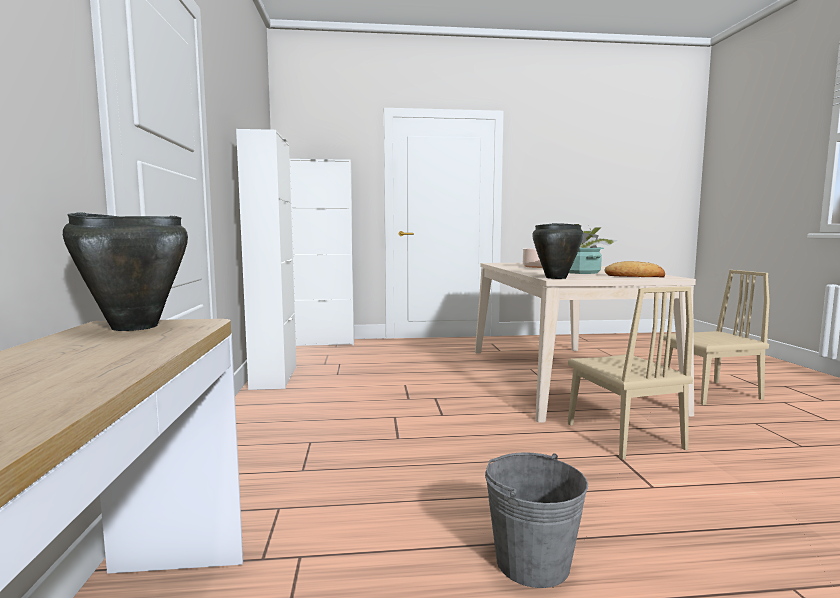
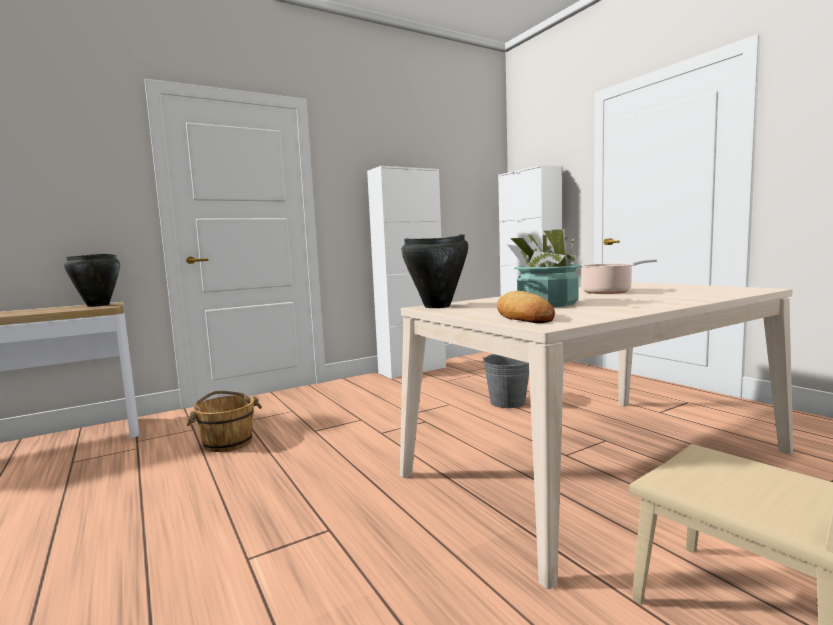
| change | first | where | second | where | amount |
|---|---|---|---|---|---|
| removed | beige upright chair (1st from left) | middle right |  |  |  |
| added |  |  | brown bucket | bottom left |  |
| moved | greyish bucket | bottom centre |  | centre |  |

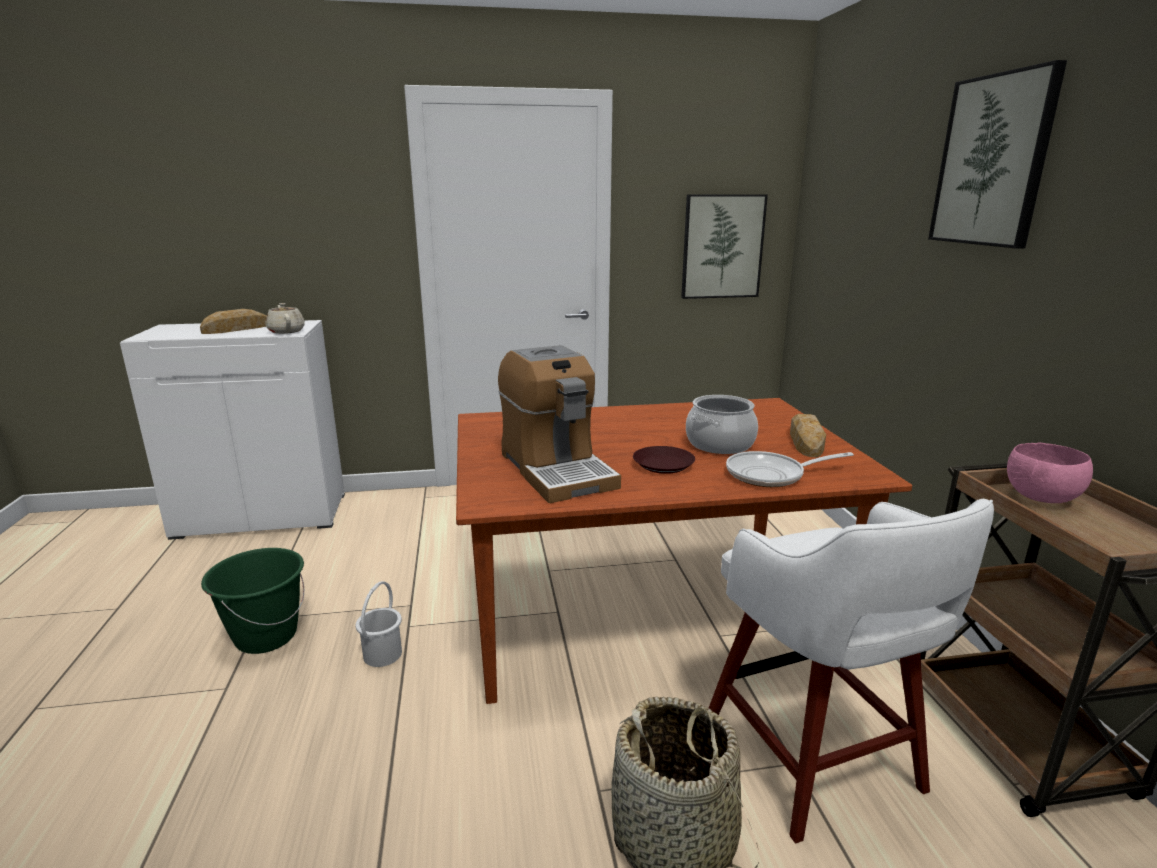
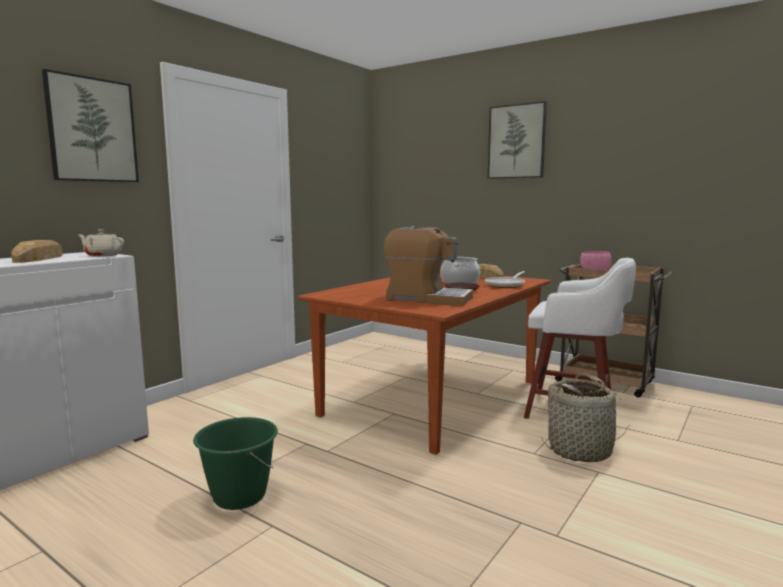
| change | first | where | second | where | amount |
|---|---|---|---|---|---|
| removed | white-coloured bucket | bottom left |  |  |  |
| moved | picture (1st from left) | top centre |  | top left |  |

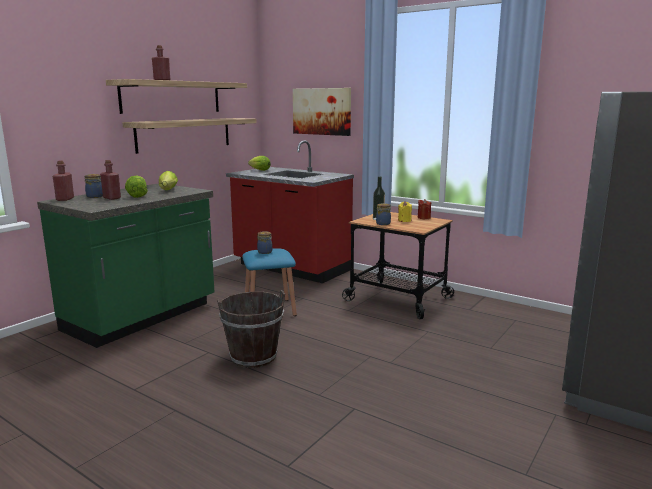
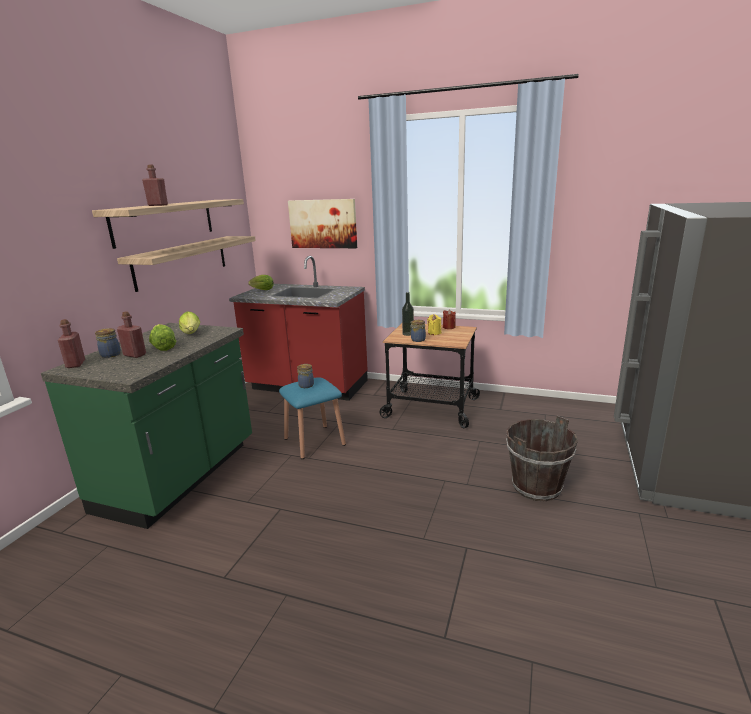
| change | first | where | second | where | amount |
|---|---|---|---|---|---|
| moved | brown bucket | bottom centre |  | middle right |  |

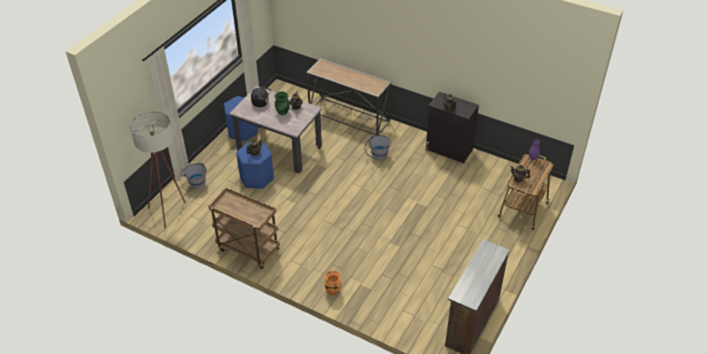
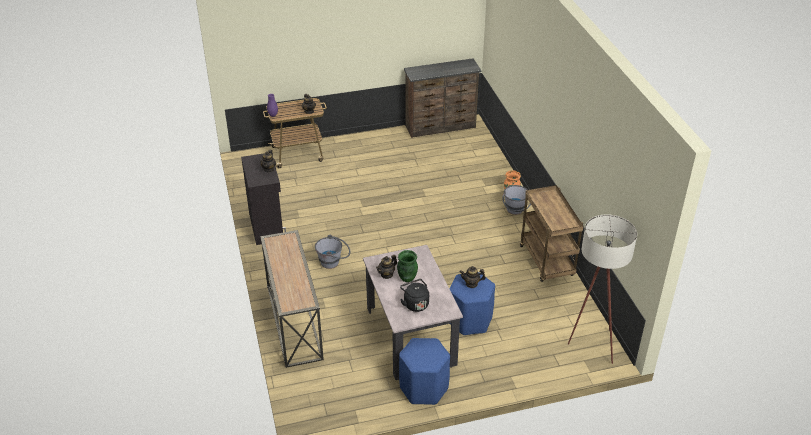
| change | first | where | second | where | amount |
|---|---|---|---|---|---|
| moved | greyish bucket (1st from left in the first image) | middle left | greyish bucket (2nd from left) | centre |  |

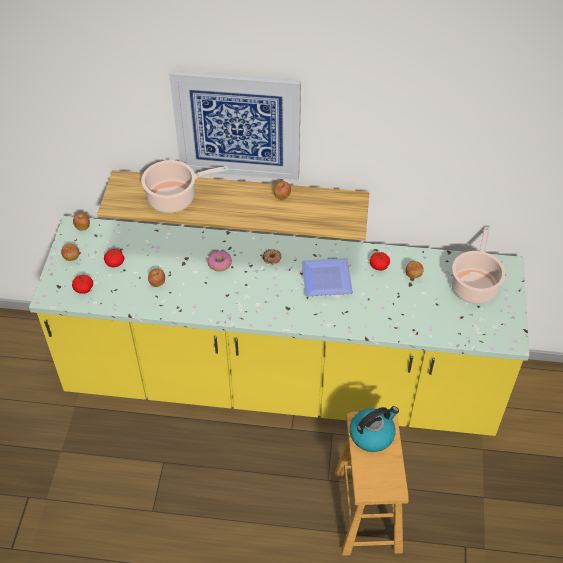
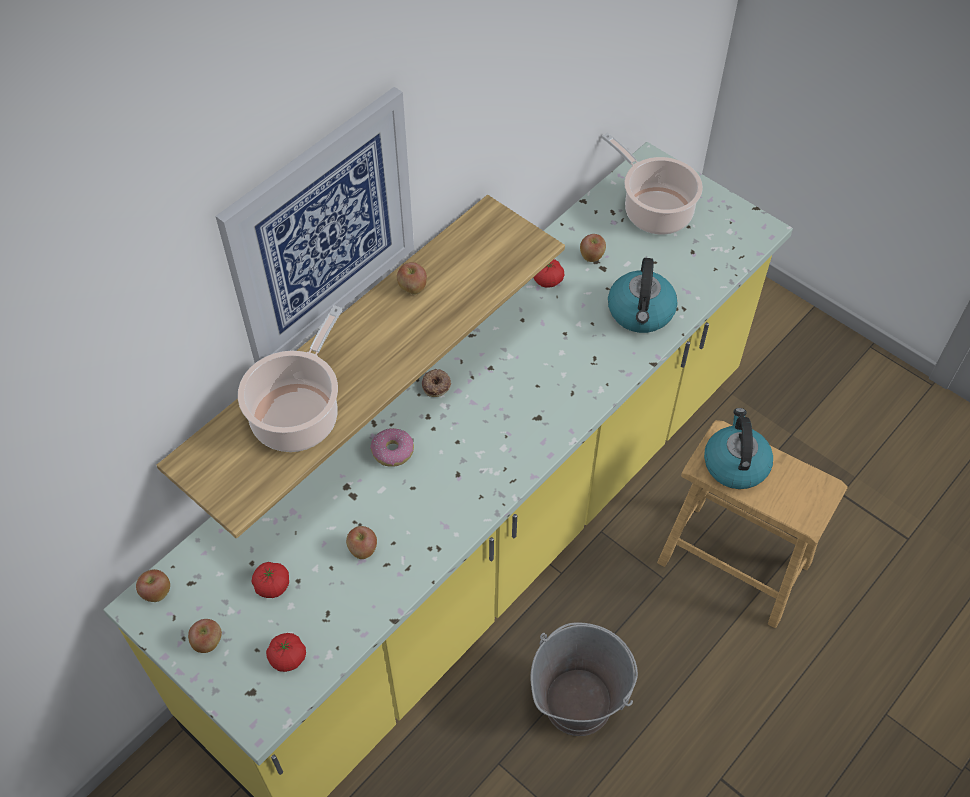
| change | first | where | second | where | amount |
|---|---|---|---|---|---|
| removed | plate | centre |  |  |  |
| added |  |  | greyish bucket | bottom centre |  |
| added |  |  | tea kettle (1st from left) | centre |  |

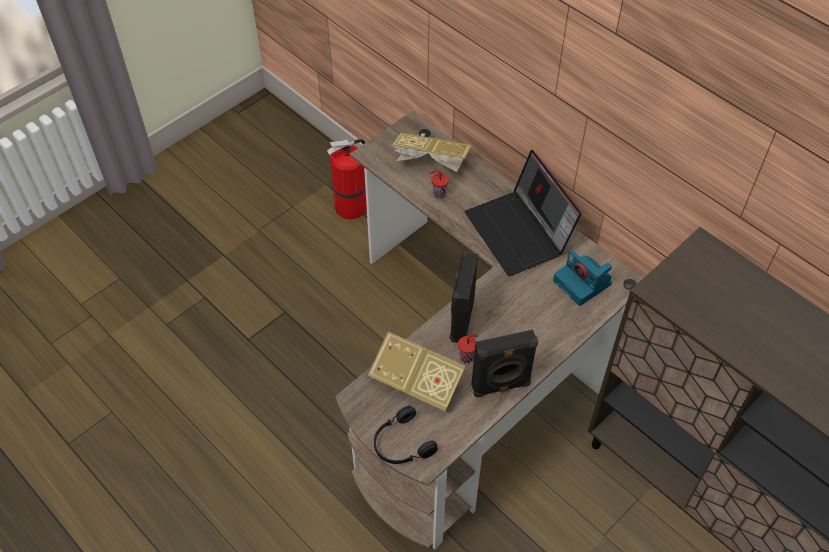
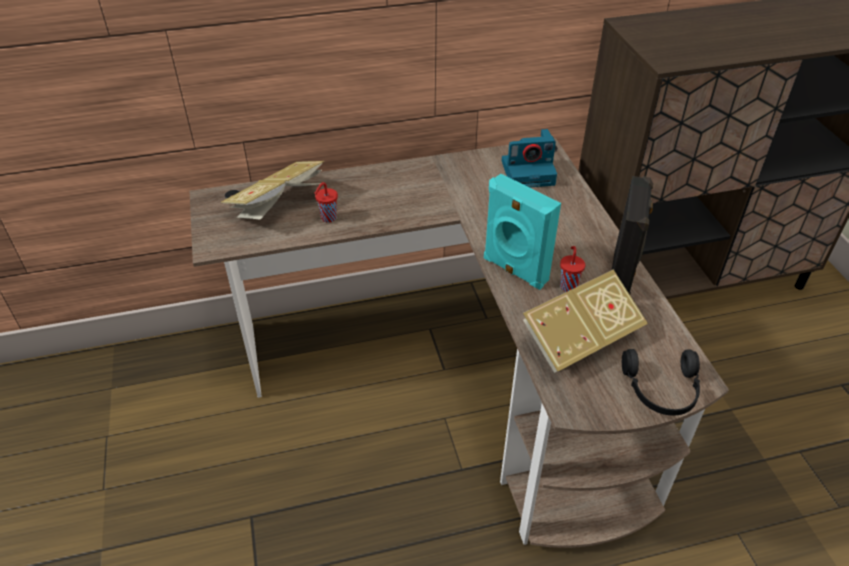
| change | first | where | second | where | amount |
|---|---|---|---|---|---|
| removed | extinguisher | top centre |  |  |  |
| removed | notebook computer | centre |  |  |  |
| recoloured | black speaker (1st from left) | centre | blue-green speaker | centre |  |

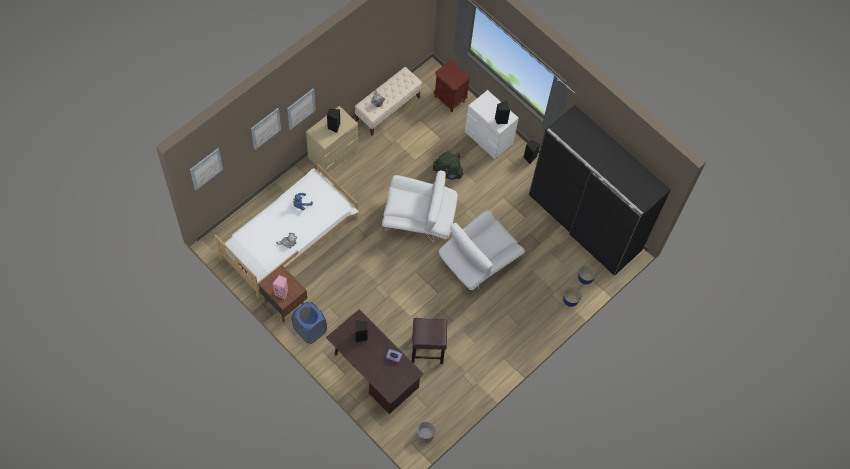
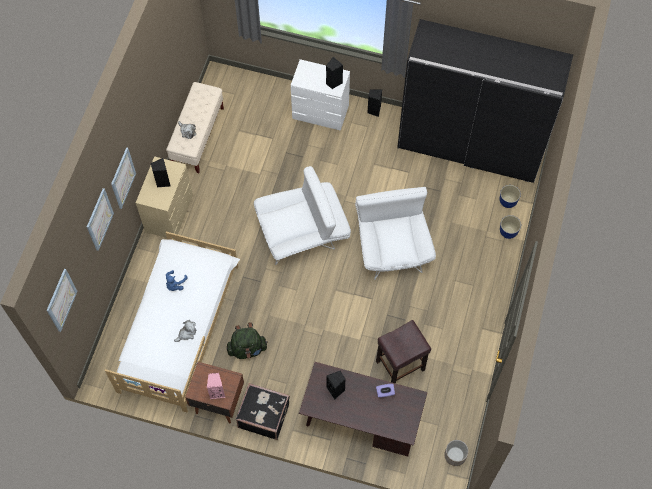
| change | first | where | second | where | amount |
|---|---|---|---|---|---|
| removed | brown night table (2nd from left) | top centre |  |  |  |
| moved | green backpack | centre |  | bottom centre |  |
| replaced | bluish hamper | bottom centre | black suitcase | bottom centre |  |
| turned | white-coloured armchair (2nd from left) | centre |  | centre | 150 degrees clockwise |

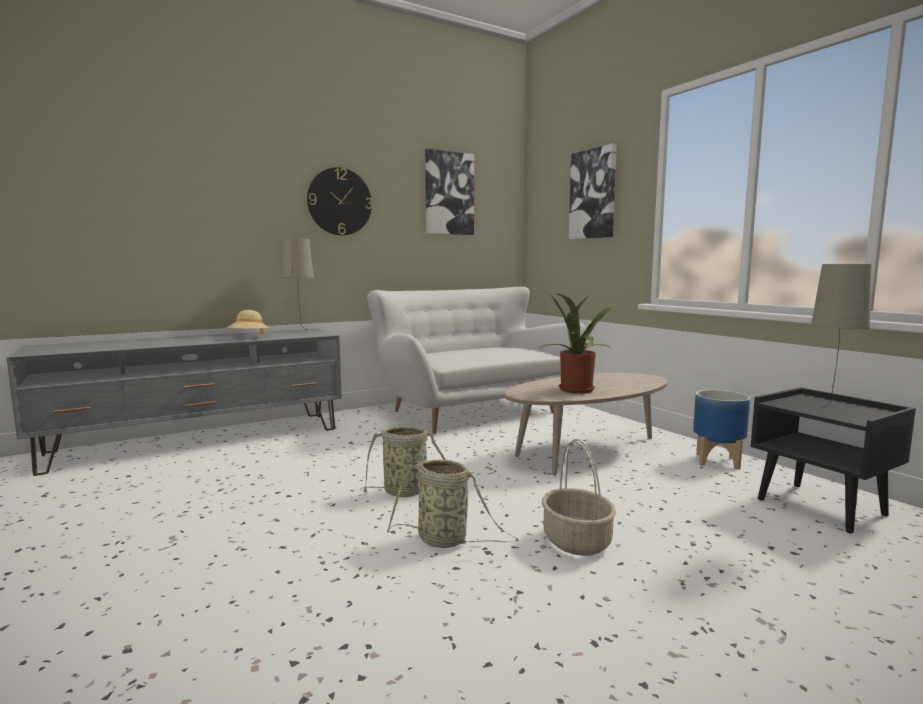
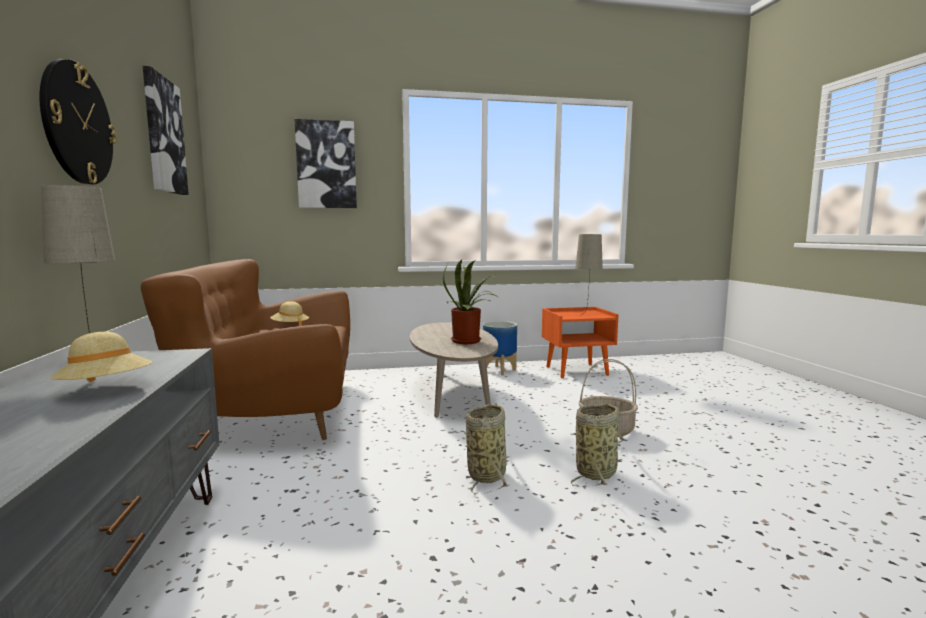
| change | first | where | second | where | amount |
|---|---|---|---|---|---|
| added |  |  | beige hat (2nd from left) | middle left |  |
| recoloured | white-coloured couch | centre | brown couch | middle left |  |
| recoloured | black night table | middle right | orangey night table | centre |  |

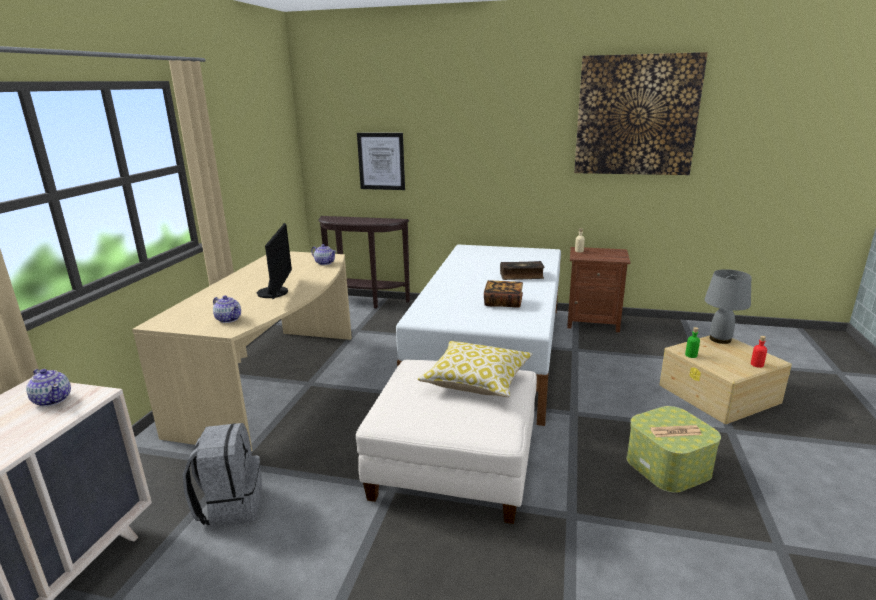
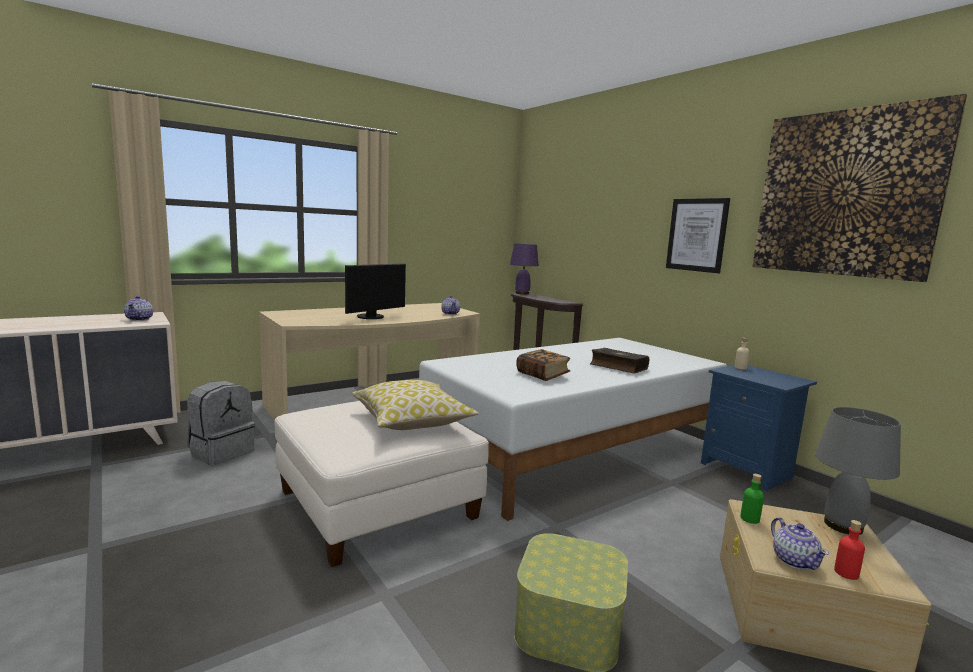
| change | first | where | second | where | amount |
|---|---|---|---|---|---|
| removed | daily paper | bottom right |  |  |  |
| added |  |  | purple table lamp | centre |  |
| moved | pot for tea (2nd from left in the first image) | middle left | pot for tea (3rd from left) | bottom right |  |
| moved | picture (1st from left) | top centre |  | middle right |  |
| recoloured | brown night table | middle right | bluish night table | middle right |  |

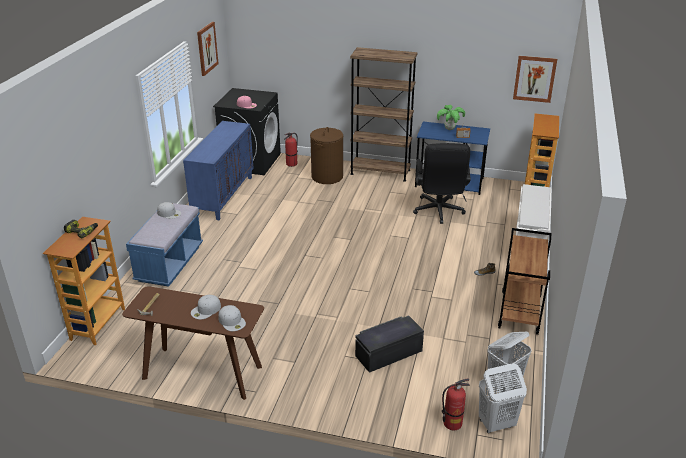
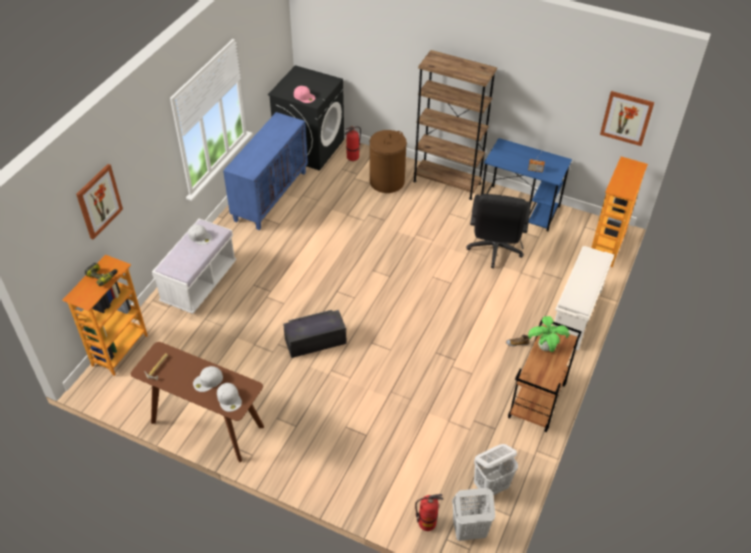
| change | first | where | second | where | amount |
|---|---|---|---|---|---|
| moved | picture (1st from left) | top left |  | middle left |  |
| moved | black storage bin | bottom centre |  | centre |  |
| moved | houseplant | top centre |  | middle right |  |
| recoloured | bluish long seat | middle left | white-coloured long seat | middle left |  |

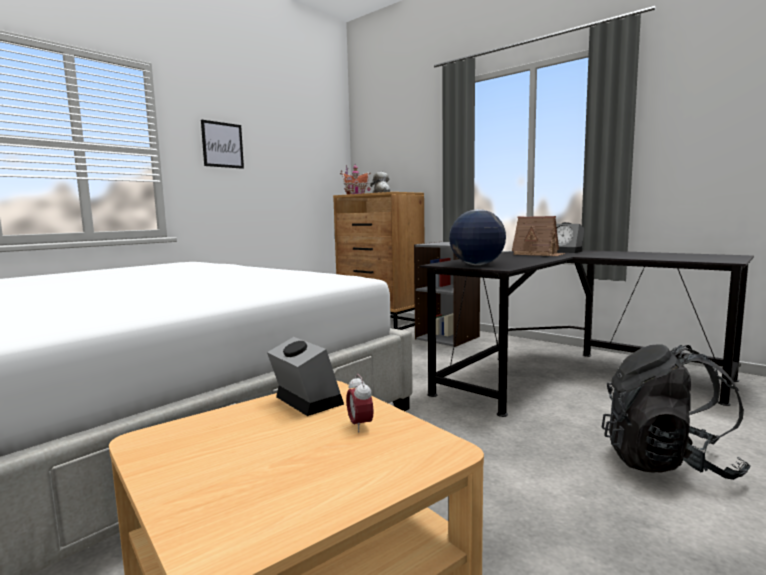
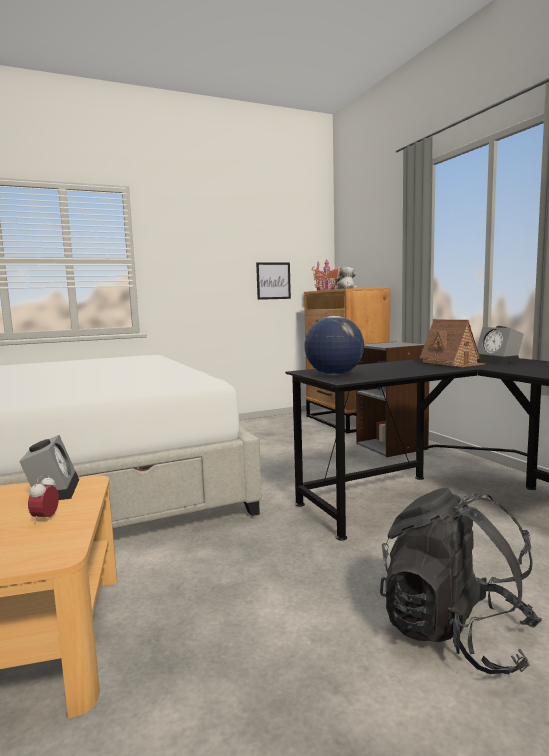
| change | first | where | second | where | amount |
|---|---|---|---|---|---|
| moved | picture | top left |  | centre |  |

